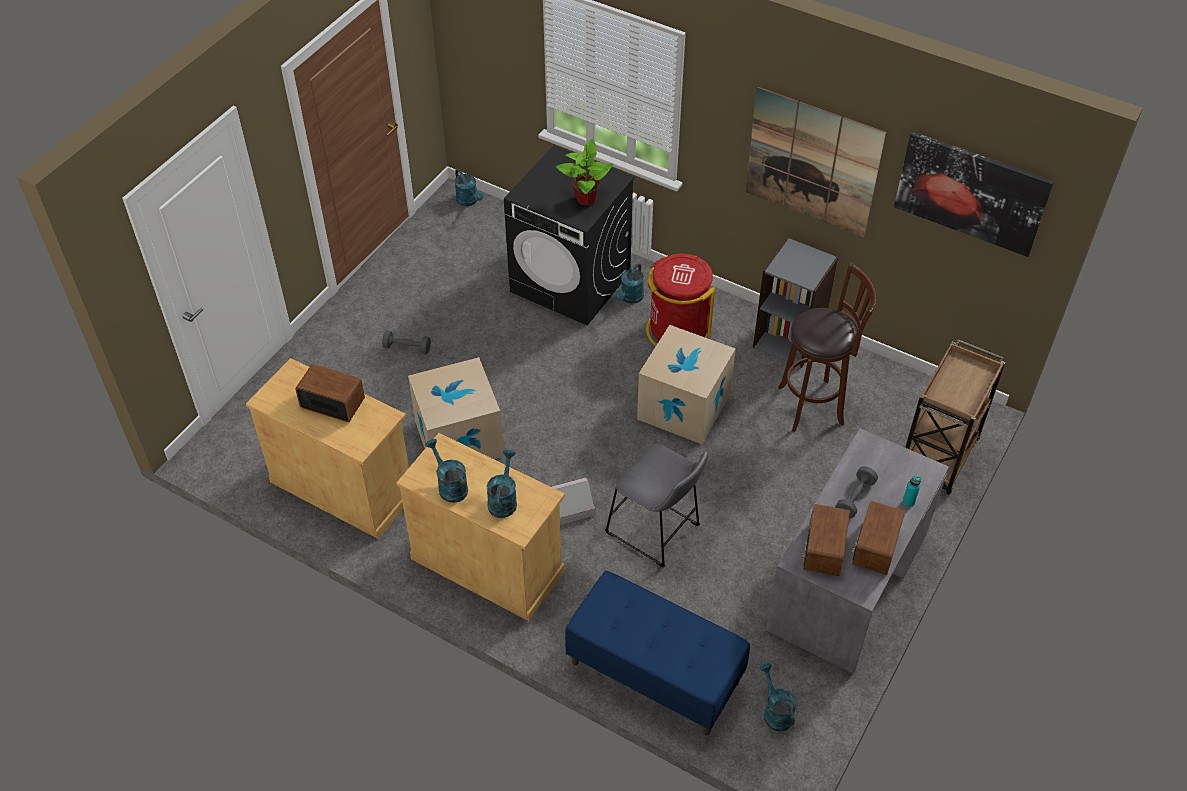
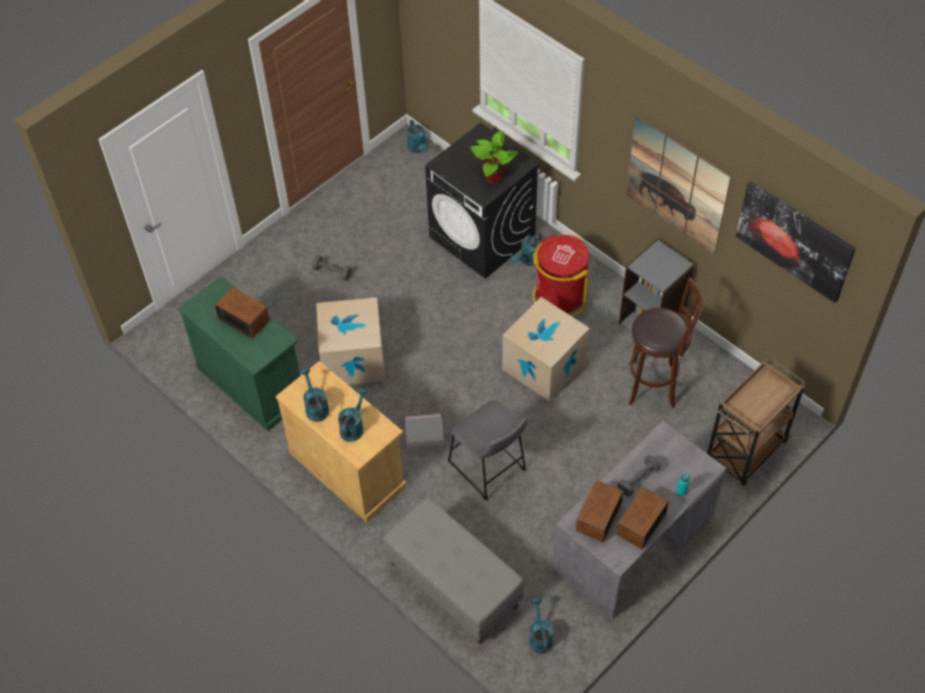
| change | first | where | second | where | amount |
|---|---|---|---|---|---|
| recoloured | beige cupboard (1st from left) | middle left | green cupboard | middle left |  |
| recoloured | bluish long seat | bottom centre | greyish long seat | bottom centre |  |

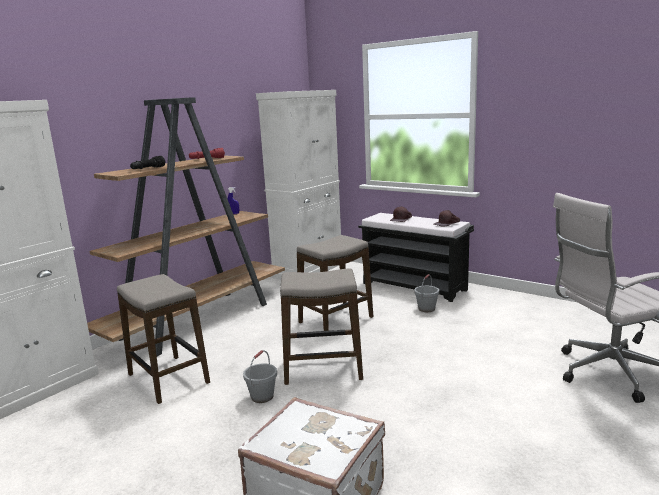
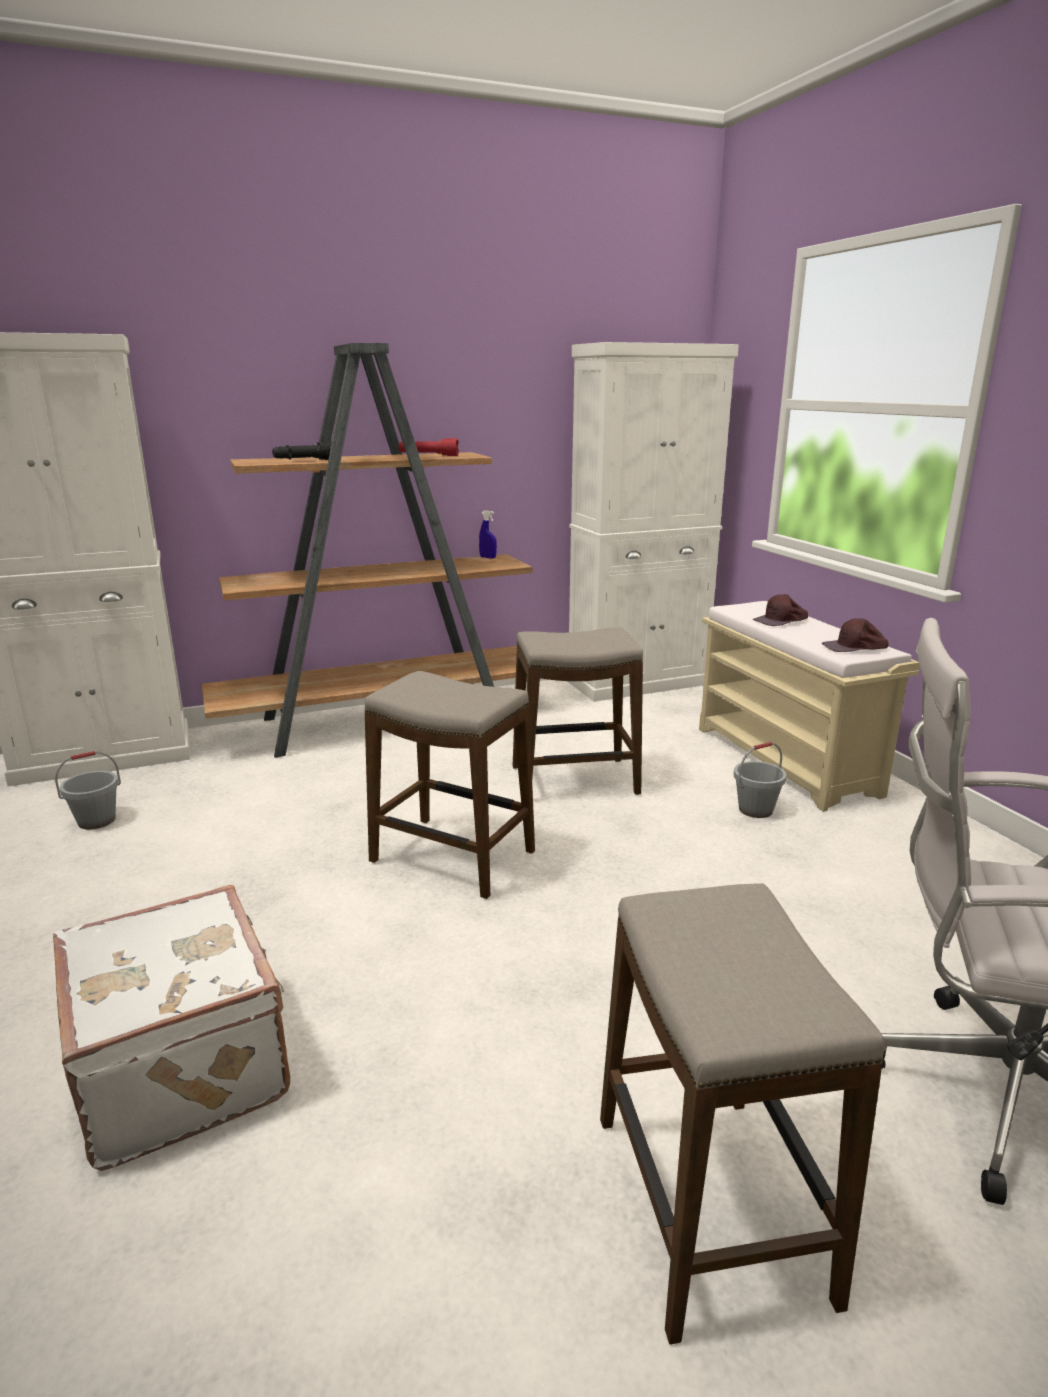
| change | first | where | second | where | amount |
|---|---|---|---|---|---|
| moved | stool (1st from left in the first image) | bottom left | stool (3rd from left) | bottom right |  |
| moved | greyish bucket (1st from left) | bottom centre |  | middle left |  |
| recoloured | black long seat | centre | beige long seat | middle right |  |

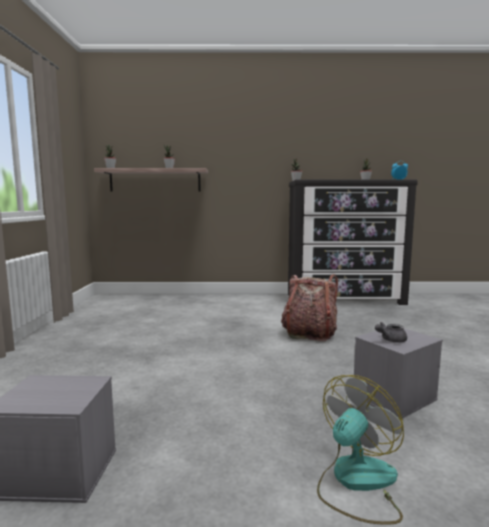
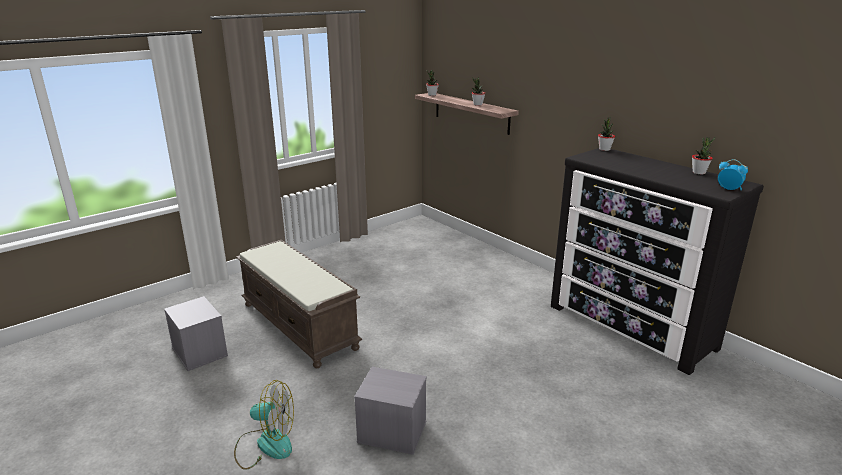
| change | first | where | second | where | amount |
|---|---|---|---|---|---|
| removed | backpack | centre |  |  |  |
| removed | greyish pot for tea | middle right |  |  |  |
| added |  |  | brown long seat | centre |  |

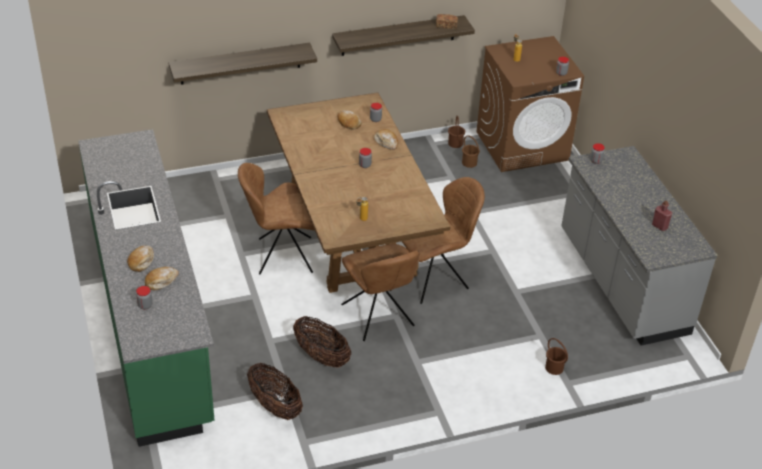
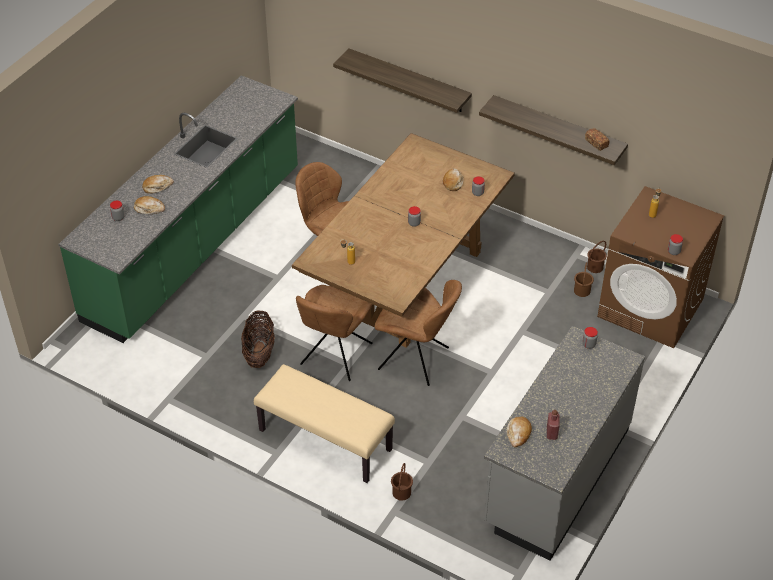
| change | first | where | second | where | amount |
|---|---|---|---|---|---|
| removed | household basket (1st from left) | bottom centre |  |  |  |
| added |  |  | beige long seat | bottom centre |  |
| moved | baked bread (4th from left) | top centre |  | bottom right |  |

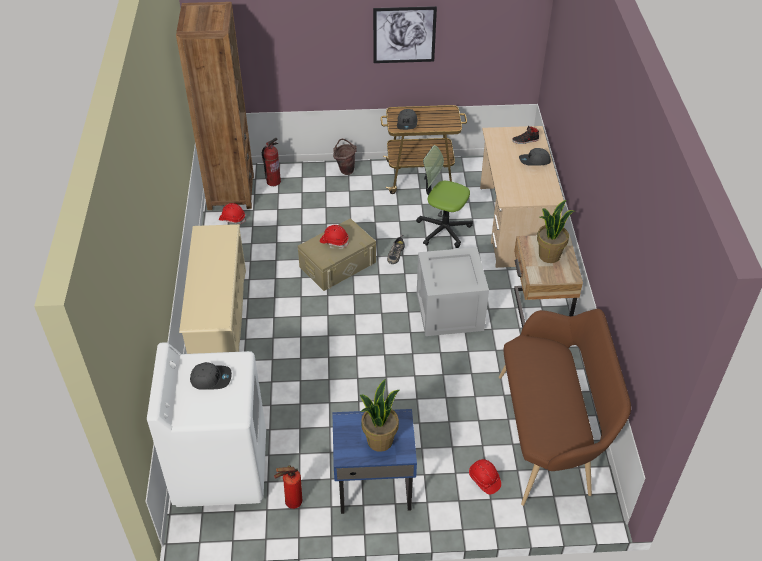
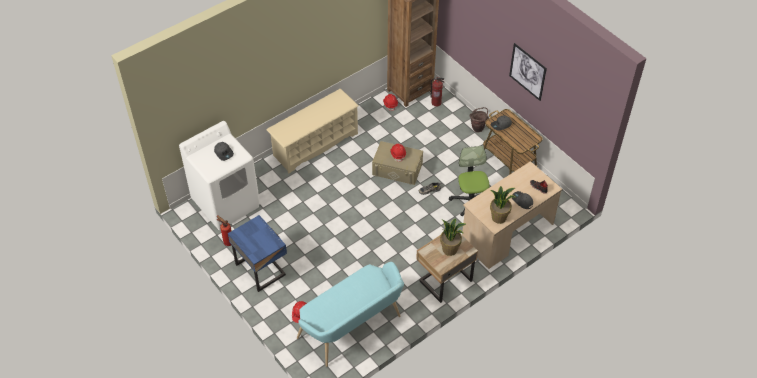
| change | first | where | second | where | amount |
|---|---|---|---|---|---|
| removed | packing crate | centre |  |  |  |
| moved | houseplant (1st from left in the first image) | bottom centre | houseplant (2nd from left) | centre |  |
| recoloured | brown long seat | bottom right | blue-green long seat | bottom centre |  |

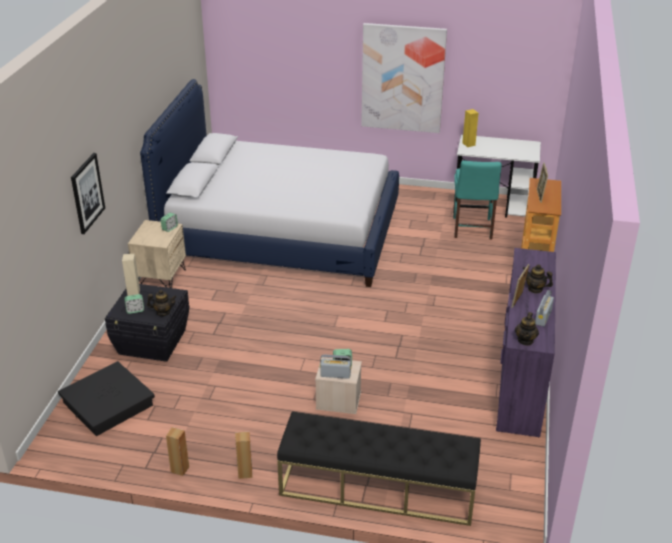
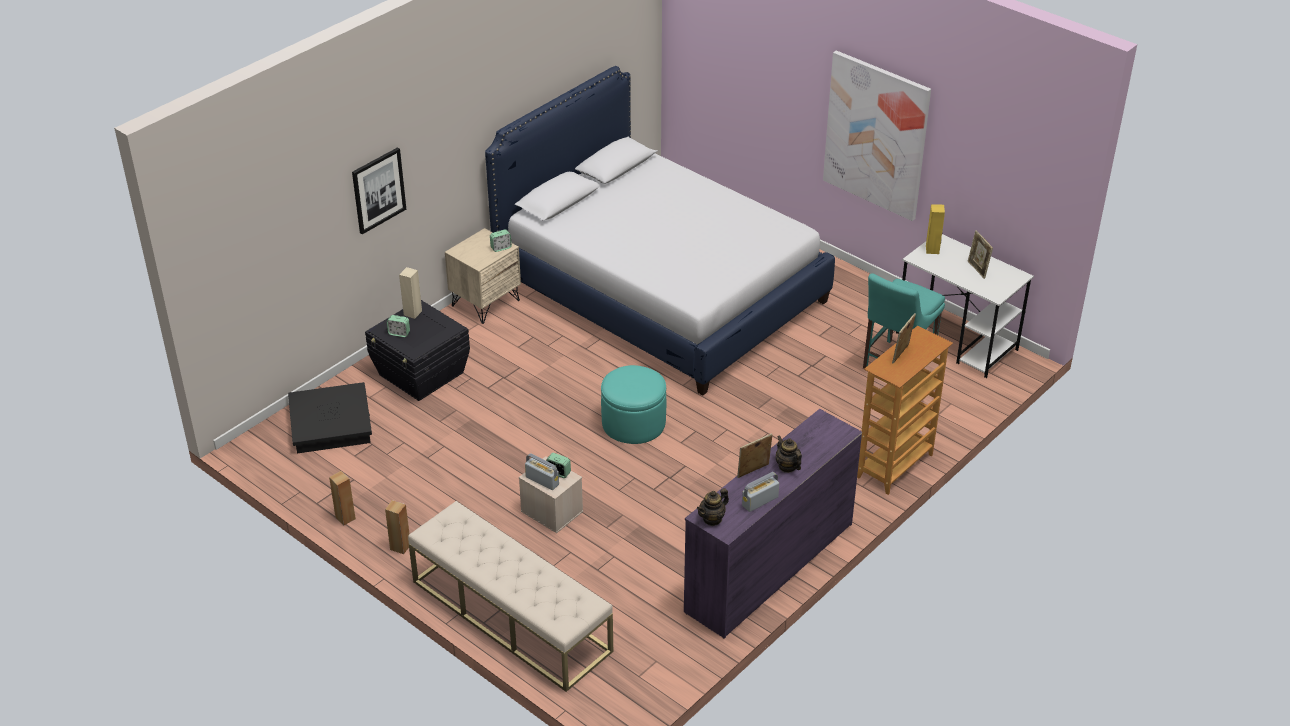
| change | first | where | second | where | amount |
|---|---|---|---|---|---|
| removed | pot for tea (1st from left) | middle left |  |  |  |
| added |  |  | blue-green pouffe | centre |  |
| added |  |  | standing frame (3rd from left) | middle right |  |
| recoloured | black long seat | bottom centre | beige long seat | bottom centre |  |

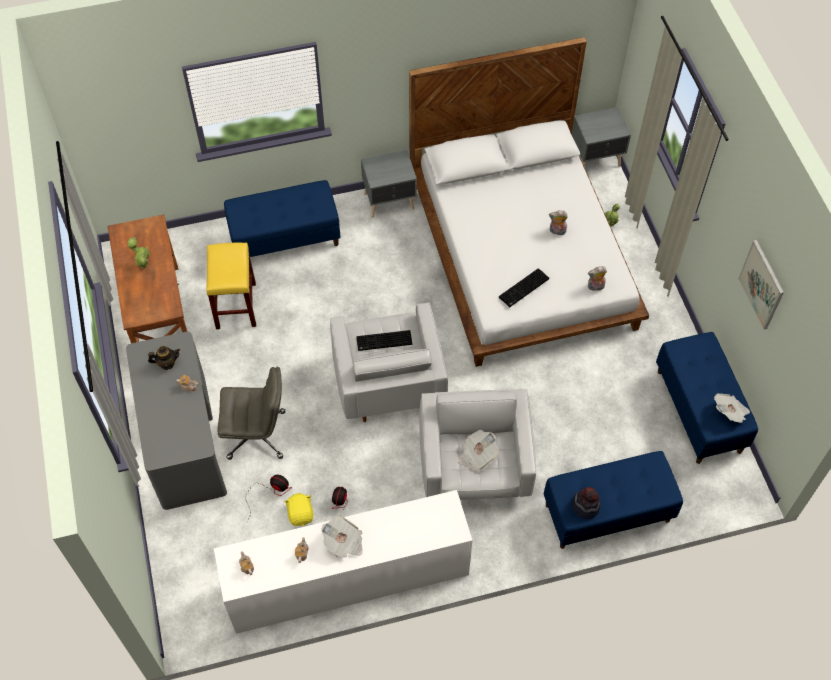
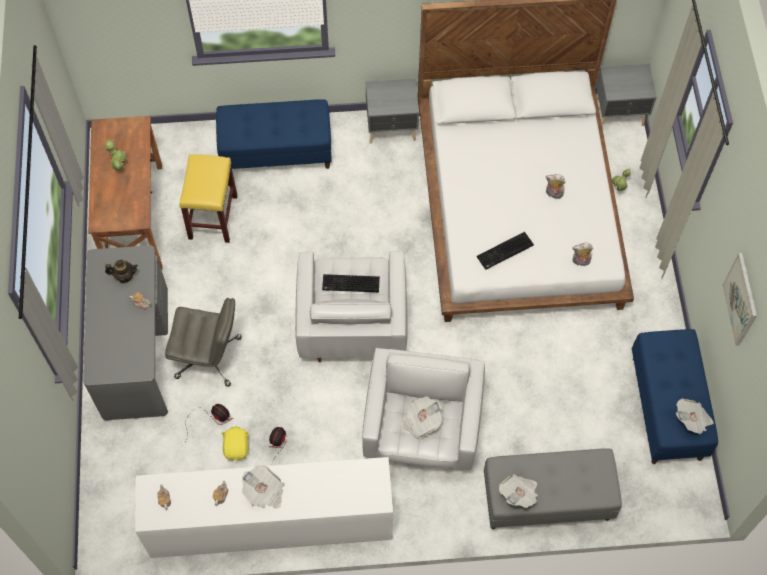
| change | first | where | second | where | amount |
|---|---|---|---|---|---|
| replaced | hat | bottom right | daily paper (3rd from left) | bottom right |  |
| recoloured | bluish long seat (2nd from left) | bottom right | greyish long seat | bottom right |  |

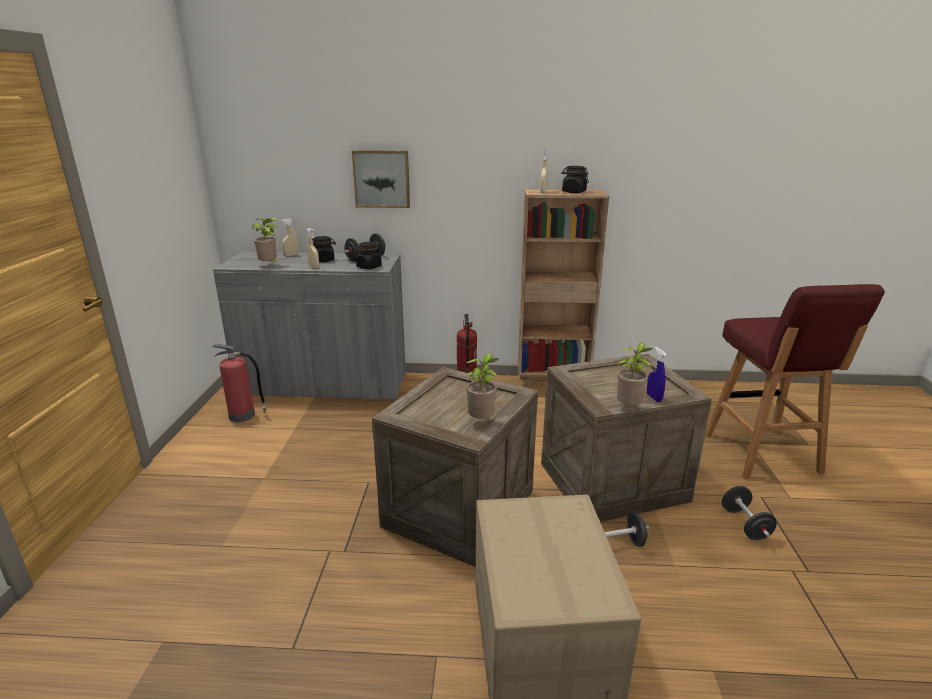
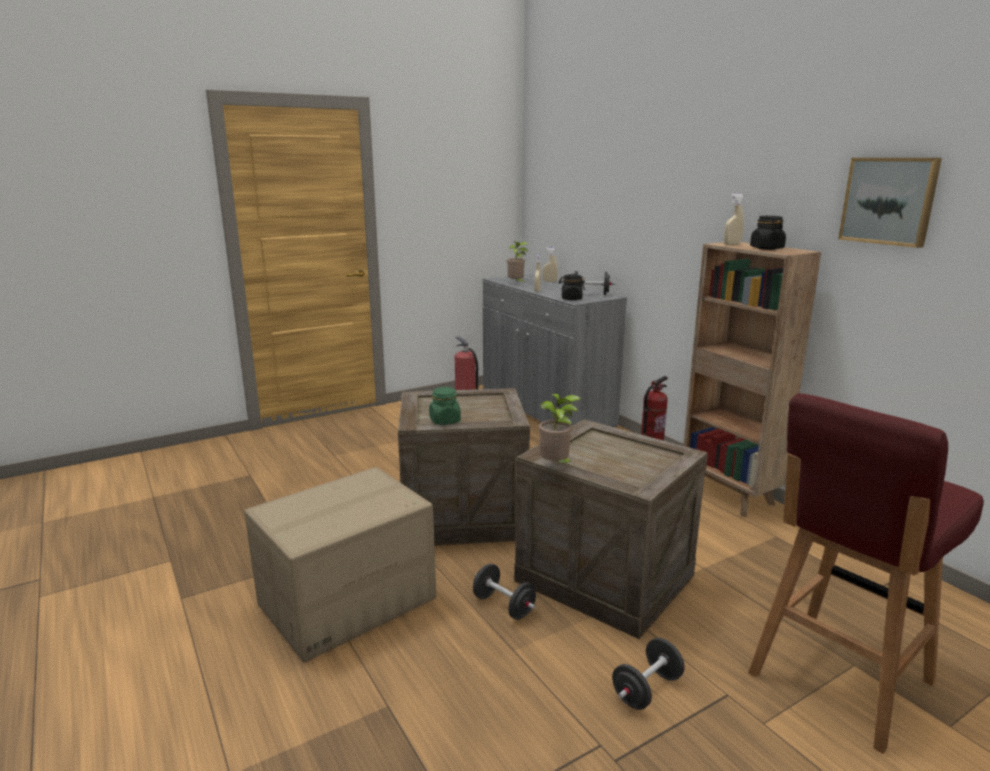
| change | first | where | second | where | amount |
|---|---|---|---|---|---|
| removed | black storage jar (1st from left) | centre |  |  |  |
| removed | bluish sprayer | middle right |  |  |  |
| moved | picture | top centre |  | top right |  |
| replaced | houseplant (2nd from left) | centre | green storage jar | centre |  |

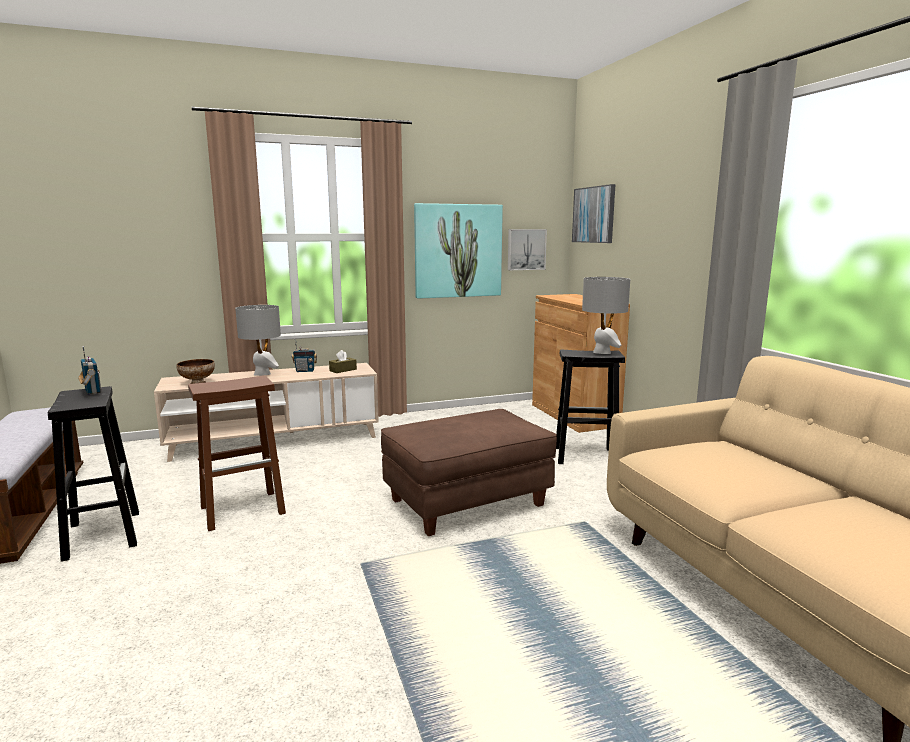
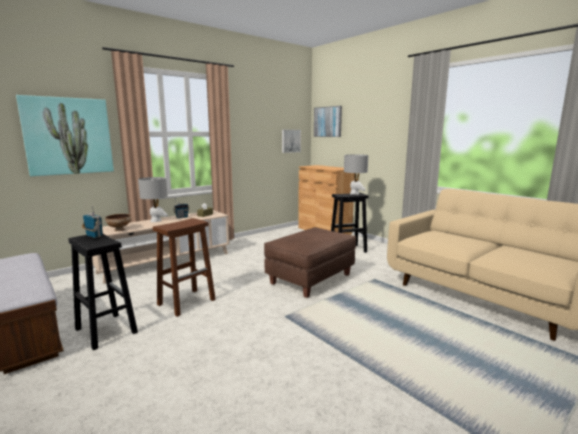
| change | first | where | second | where | amount |
|---|---|---|---|---|---|
| moved | picture (1st from left) | centre |  | top left |  |

